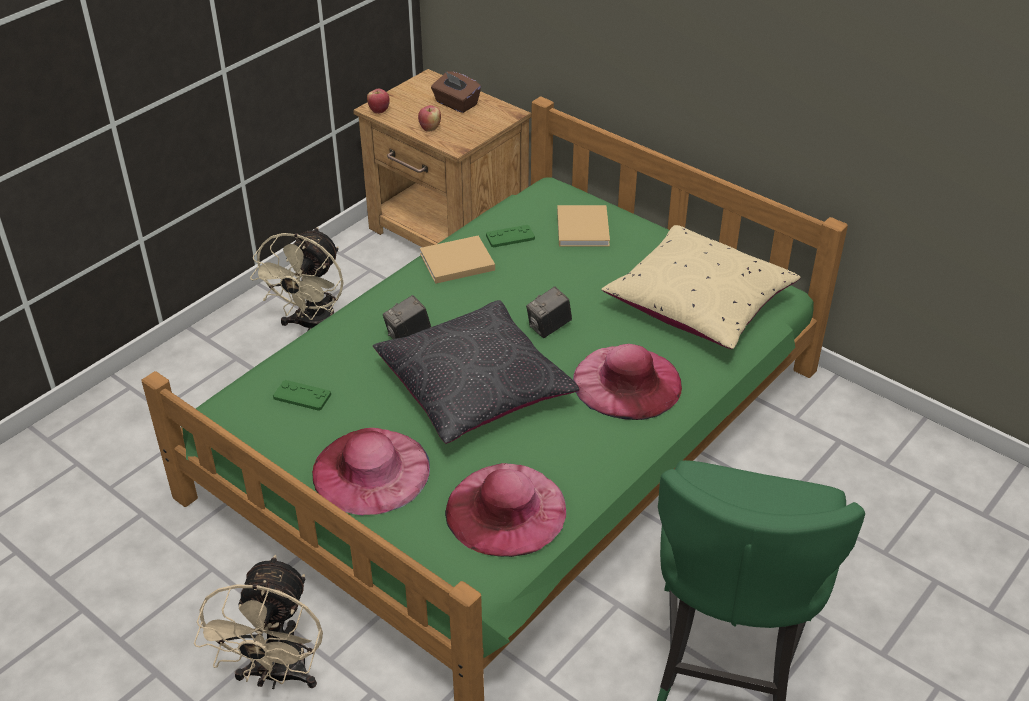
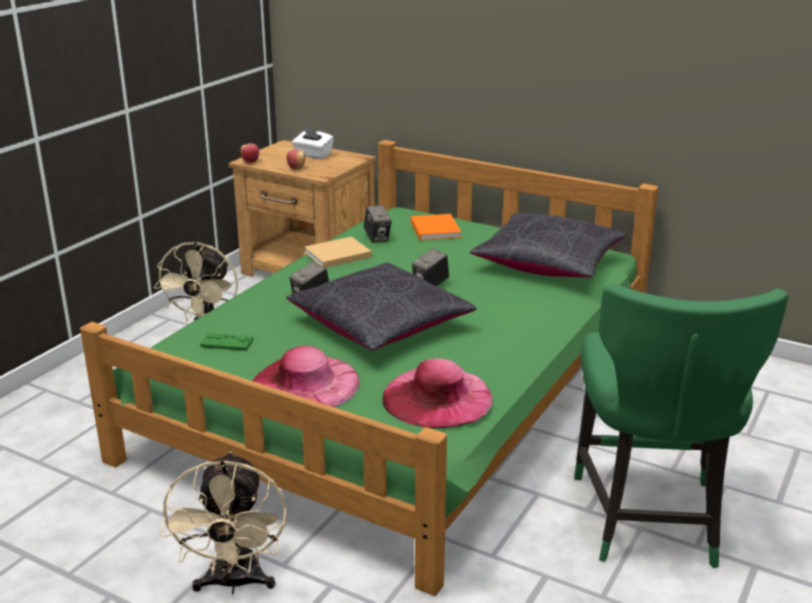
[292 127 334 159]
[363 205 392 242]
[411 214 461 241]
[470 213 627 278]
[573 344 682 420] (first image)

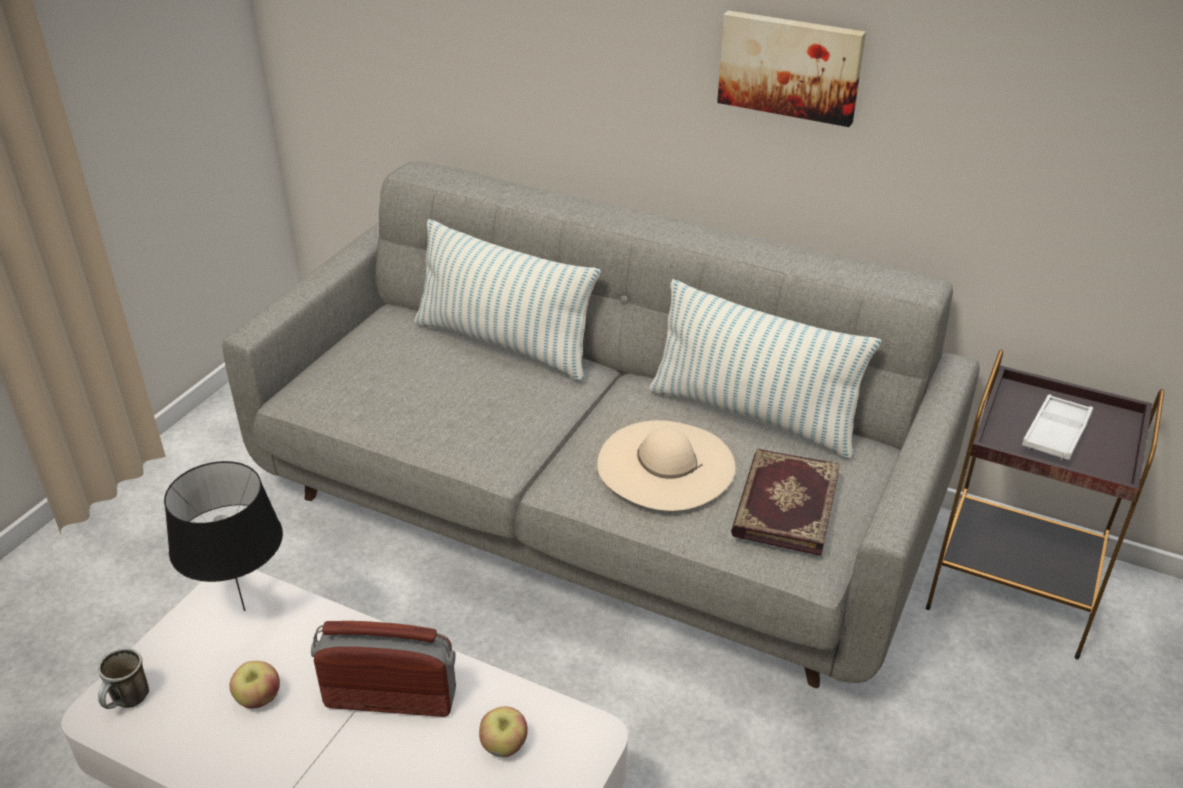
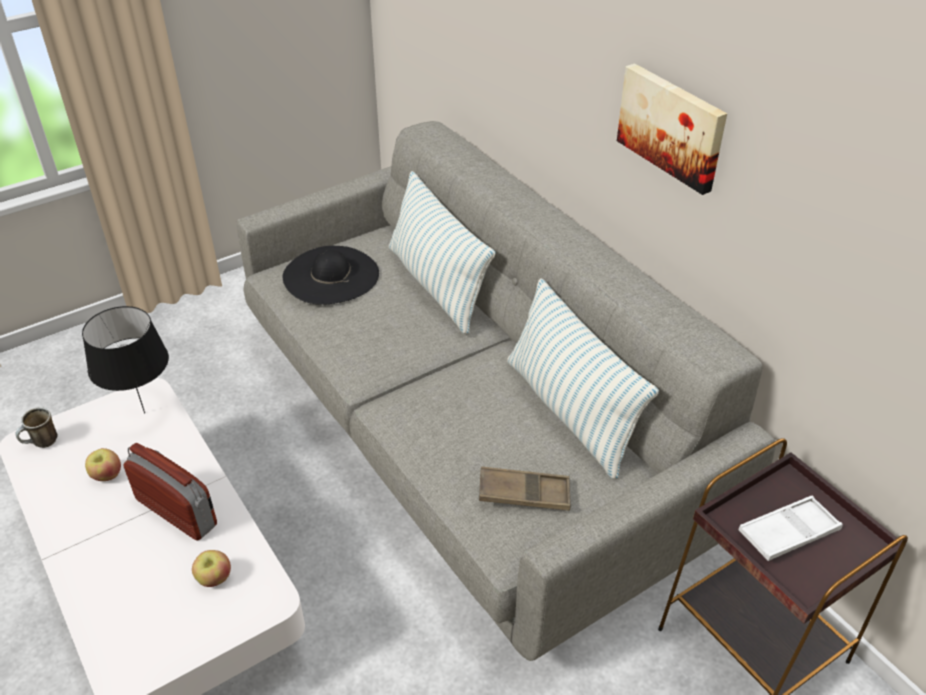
[282 246 379 305]
[479 466 571 511]
[597 420 736 511] (first image)

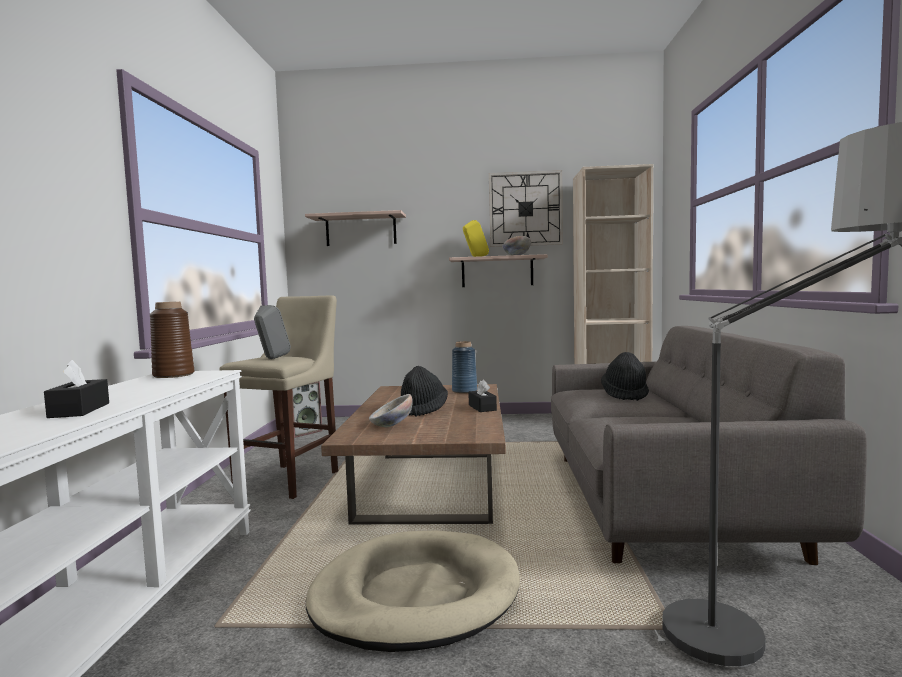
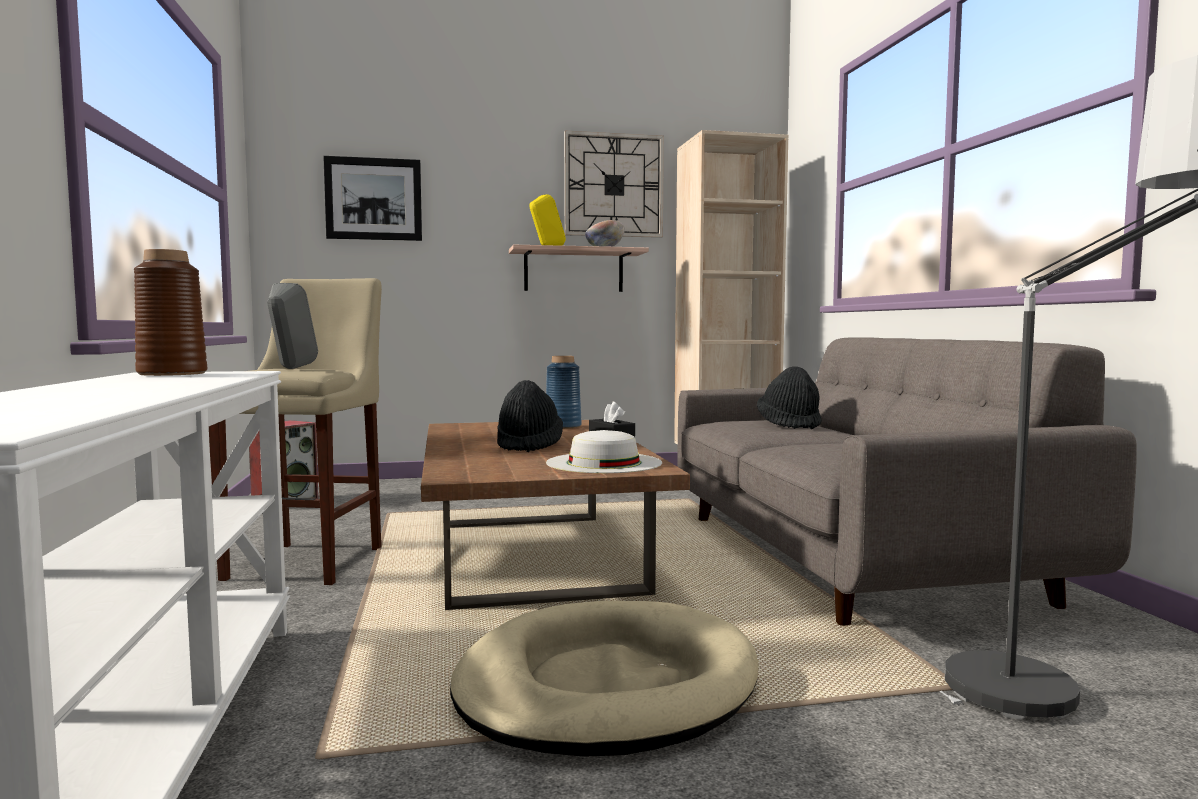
[323 156 422 241]
[546 430 662 473]
[44 360 109 418] (first image)
[369 394 413 427] (first image)

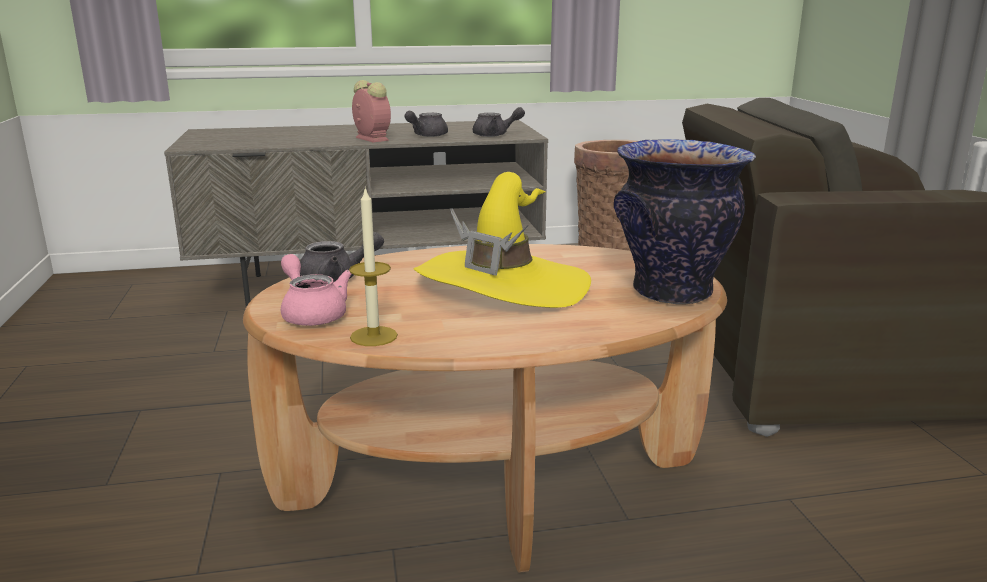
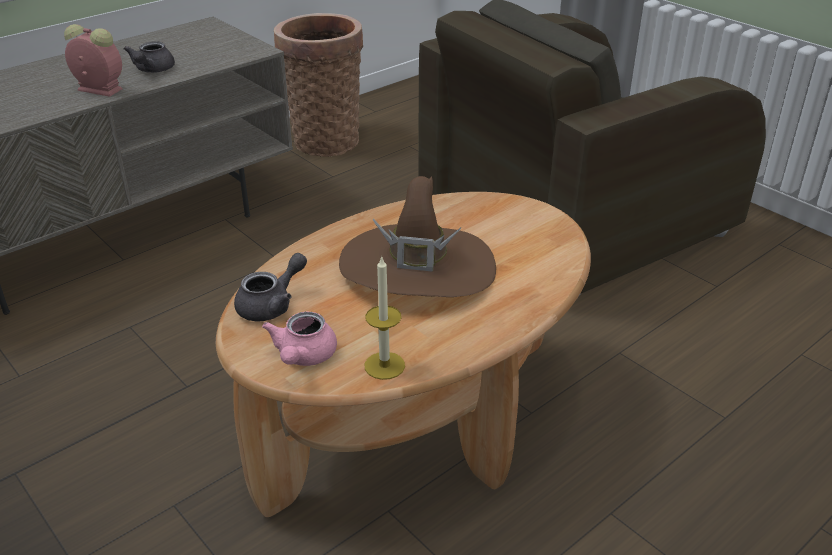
[262 312 337 366]
[339 176 496 297]
[473 107 525 137] (first image)
[614 139 756 304] (first image)

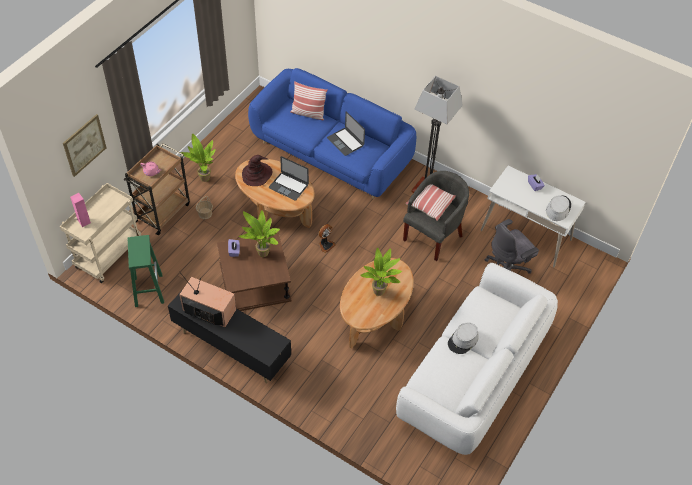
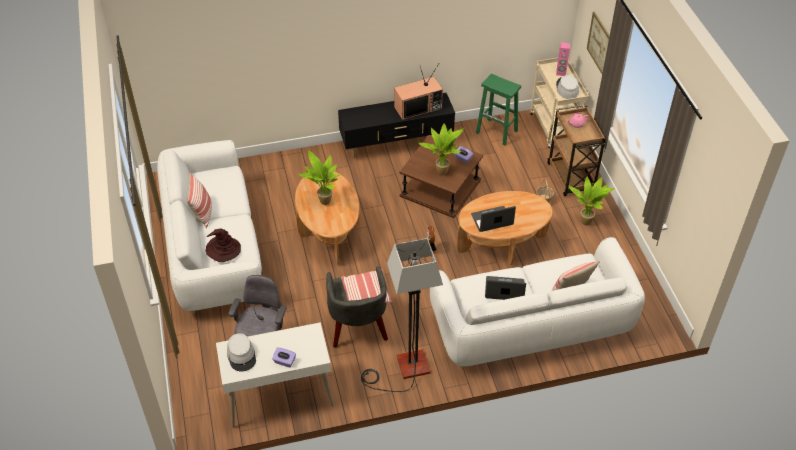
[187 173 212 228]
[206 229 241 262]
[430 237 645 368]
[556 75 579 99]

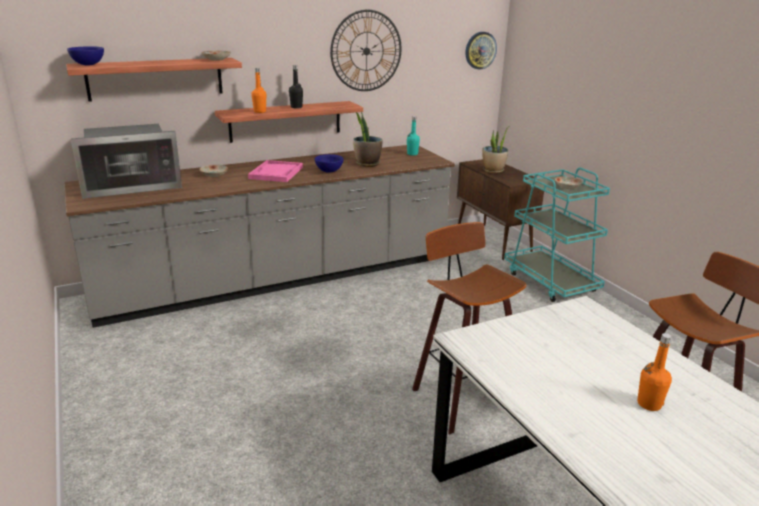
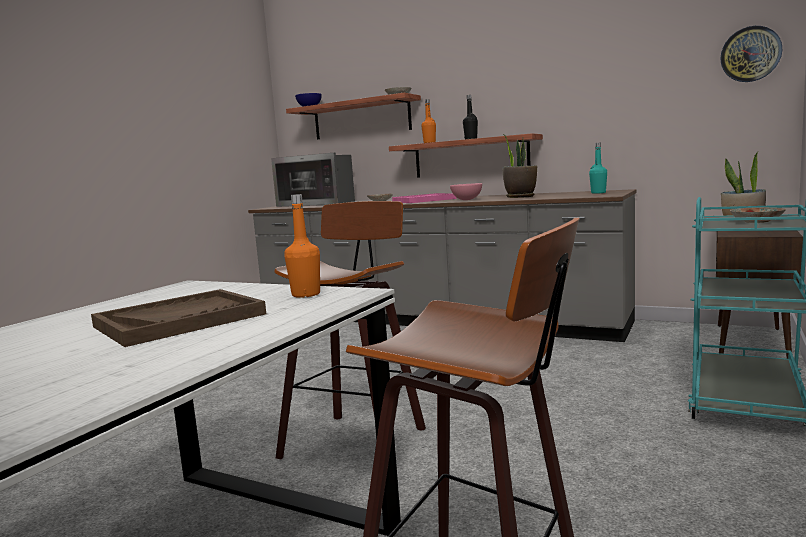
[91 289 266 347]
[284 194 320 298]
[450 183 482 200]
[330 10 402 91] (first image)

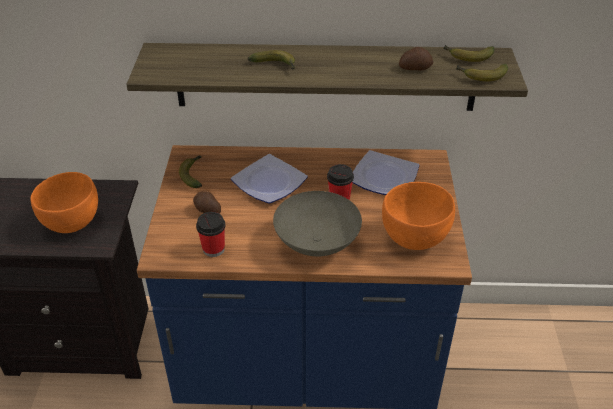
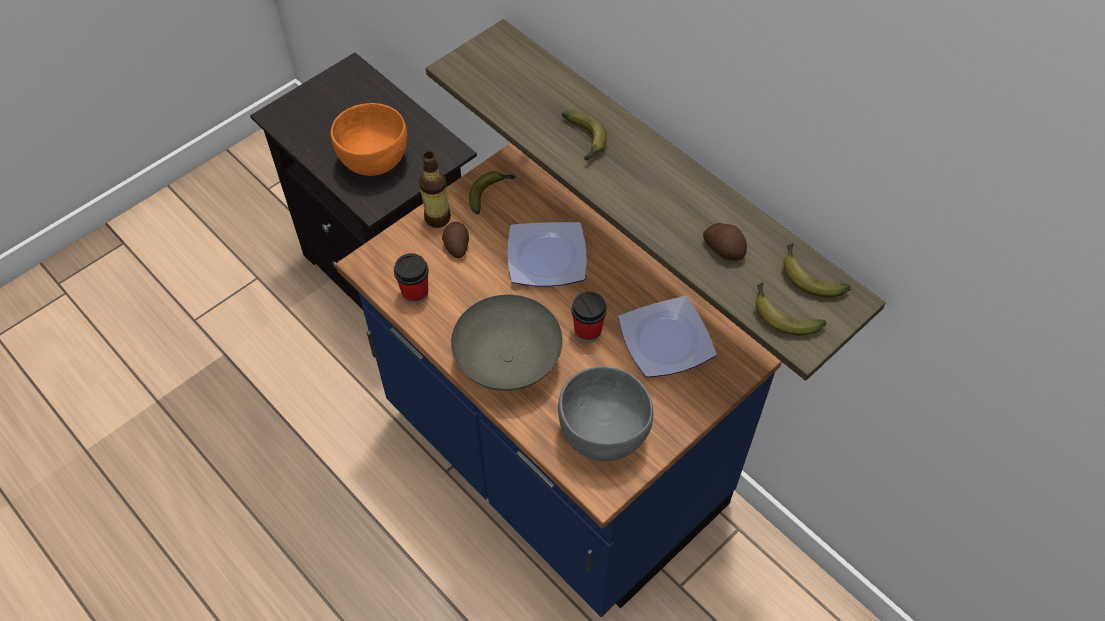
[419 151 451 228]
[558 366 653 461]

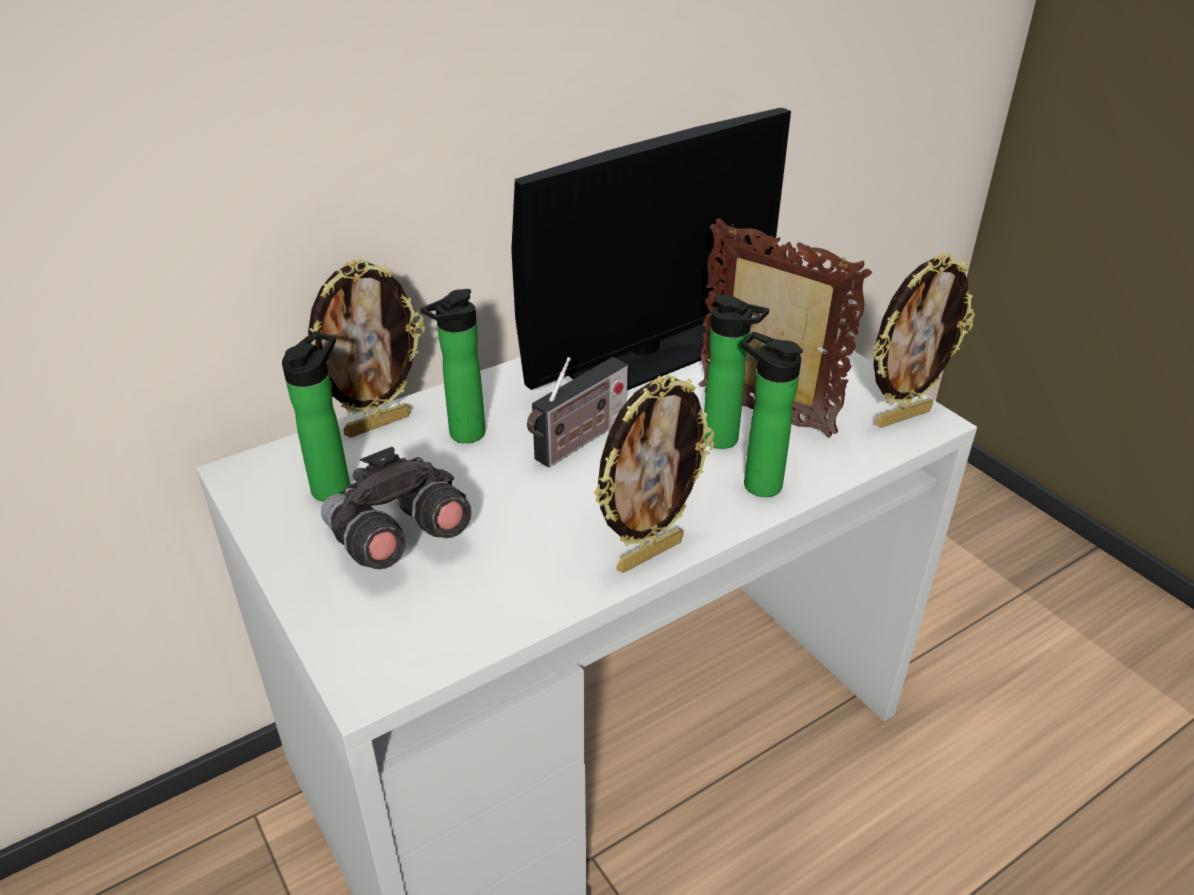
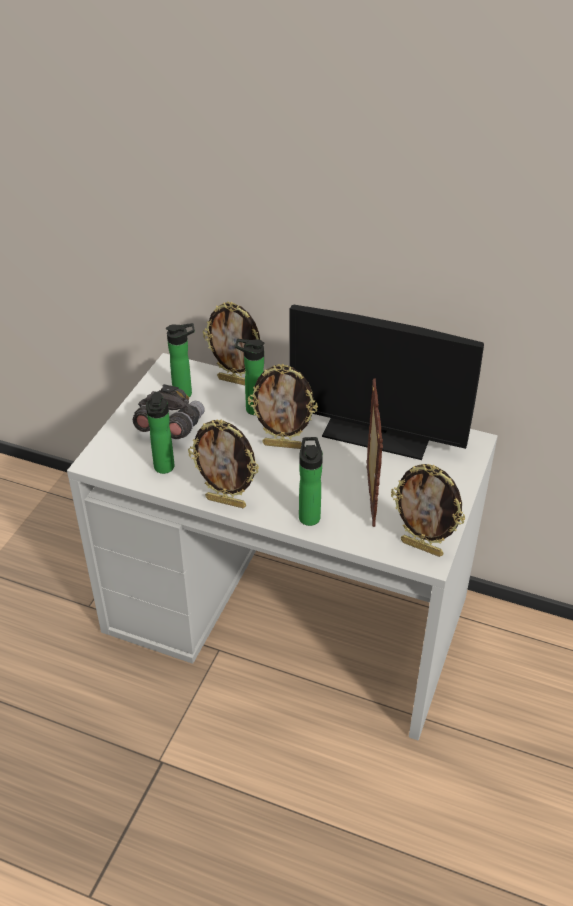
[146 391 174 474]
[248 364 318 449]

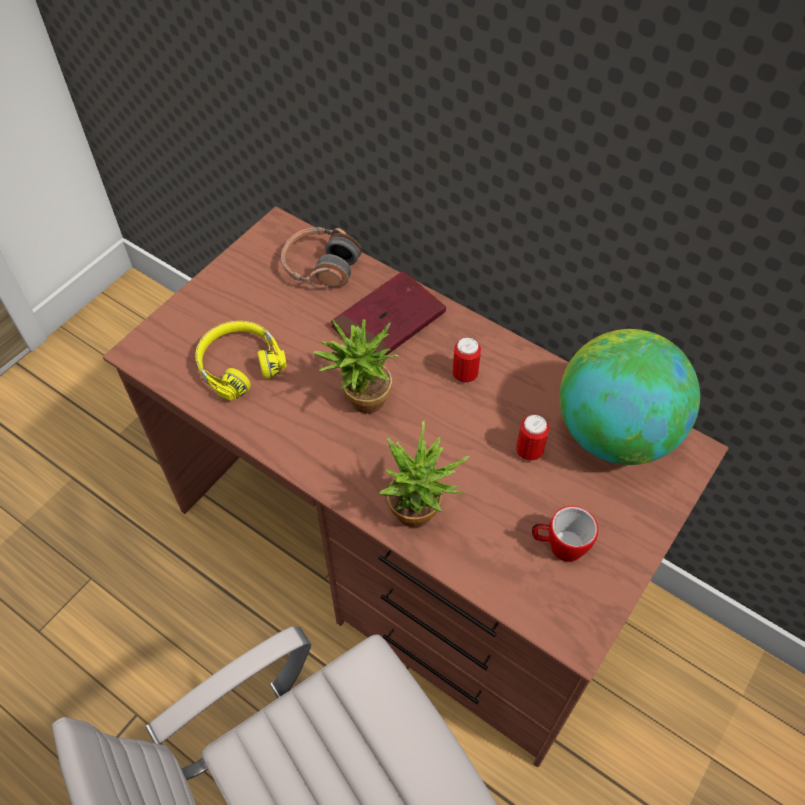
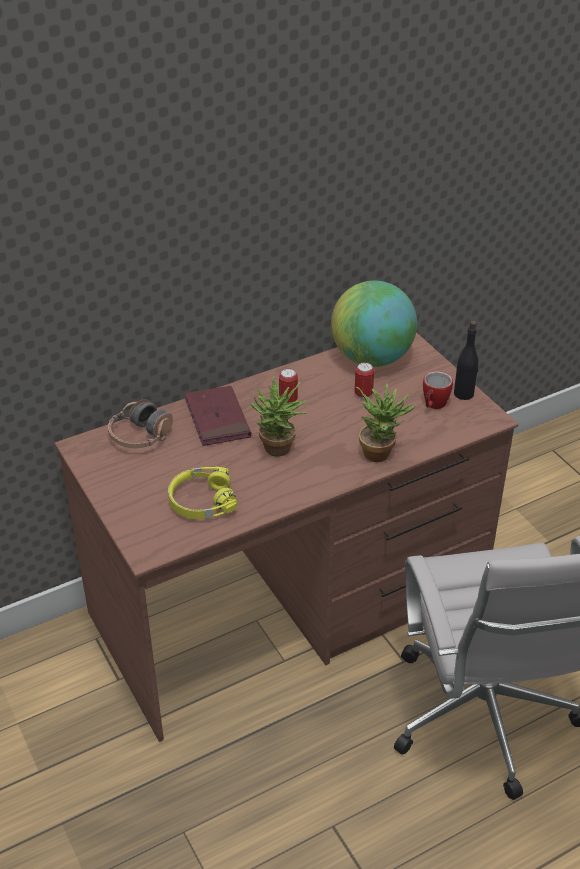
[454 321 478 400]

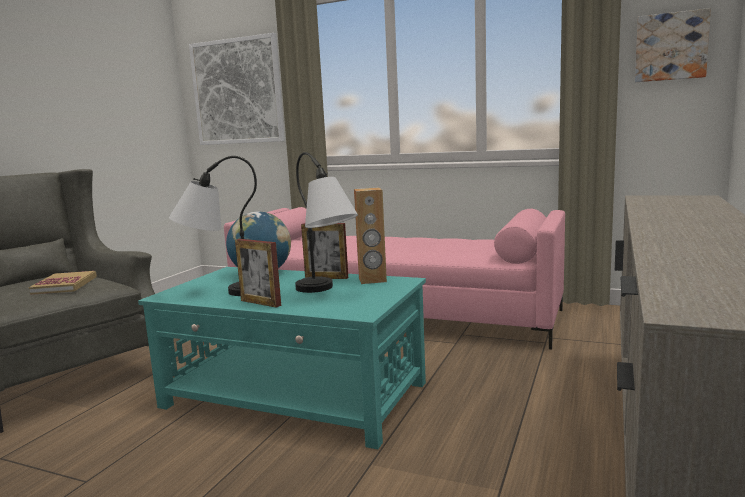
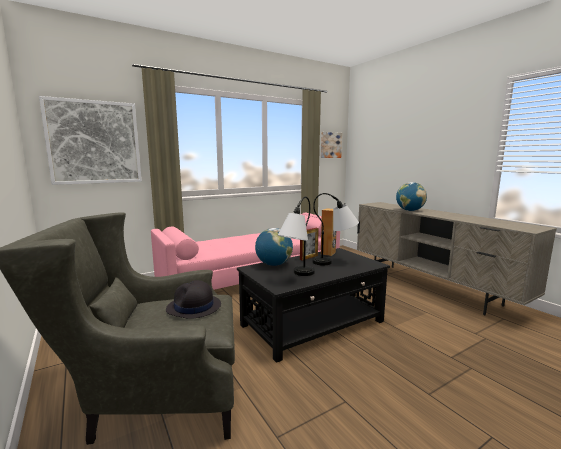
[166 280 221 319]
[237 248 390 363]
[396 182 427 211]
[235 239 281 308] (first image)

